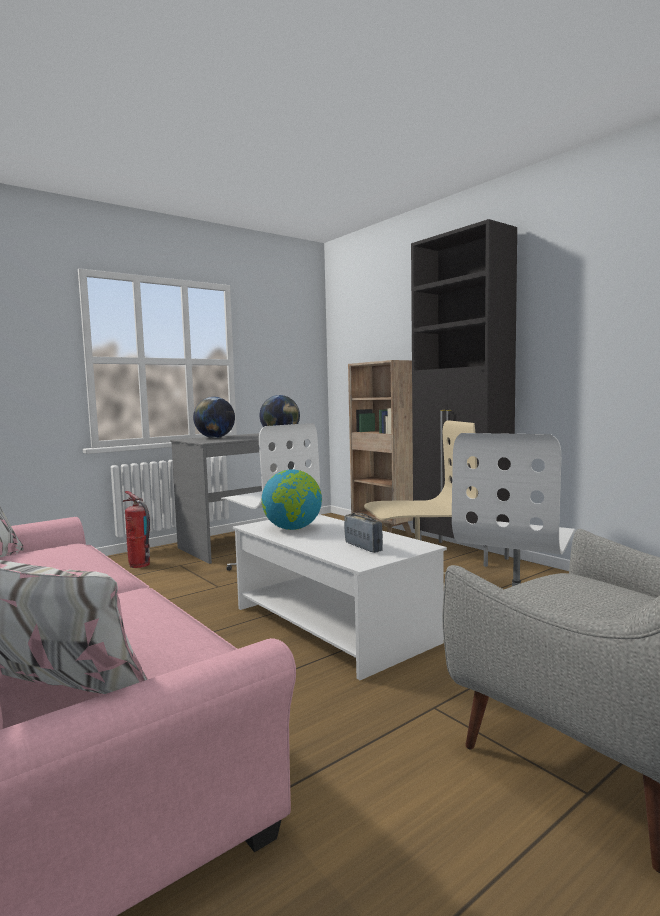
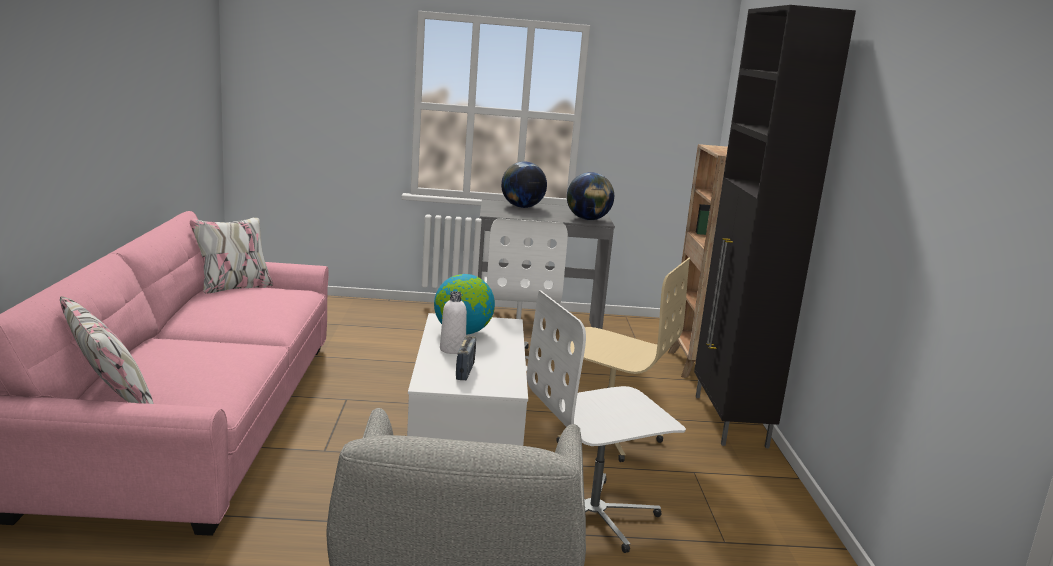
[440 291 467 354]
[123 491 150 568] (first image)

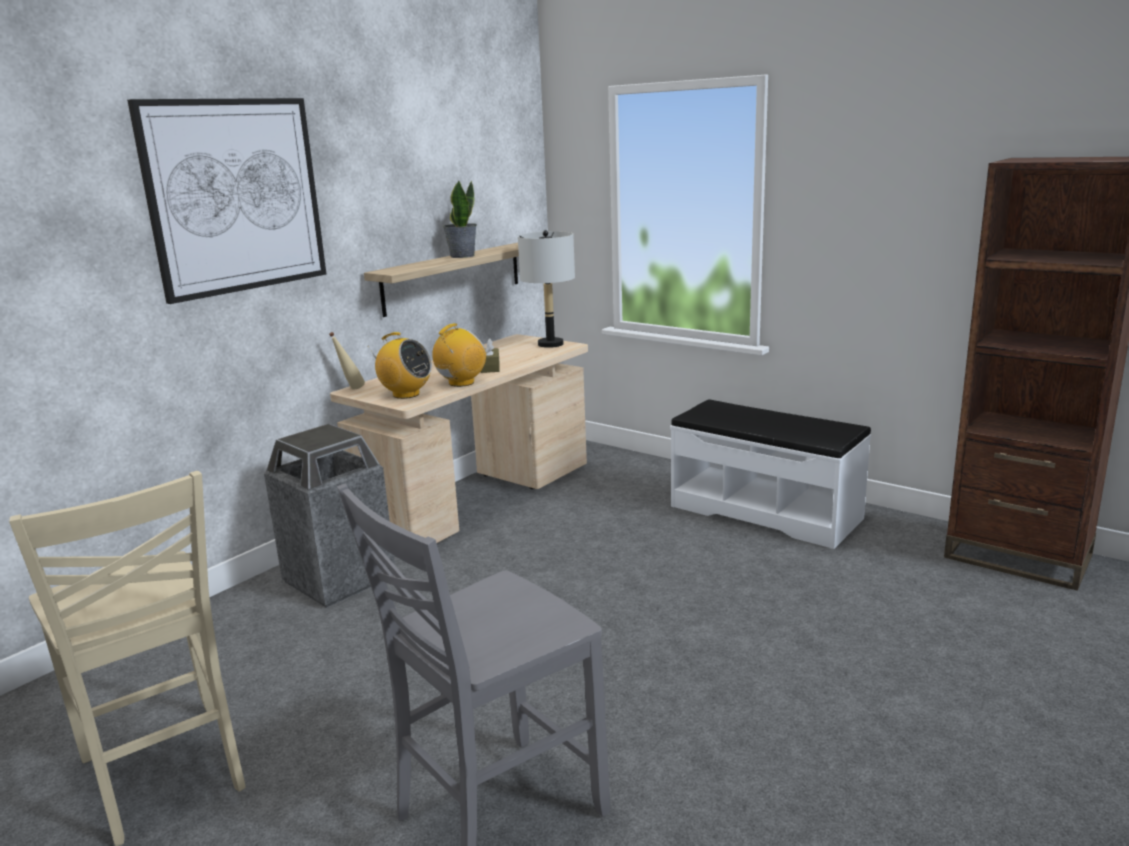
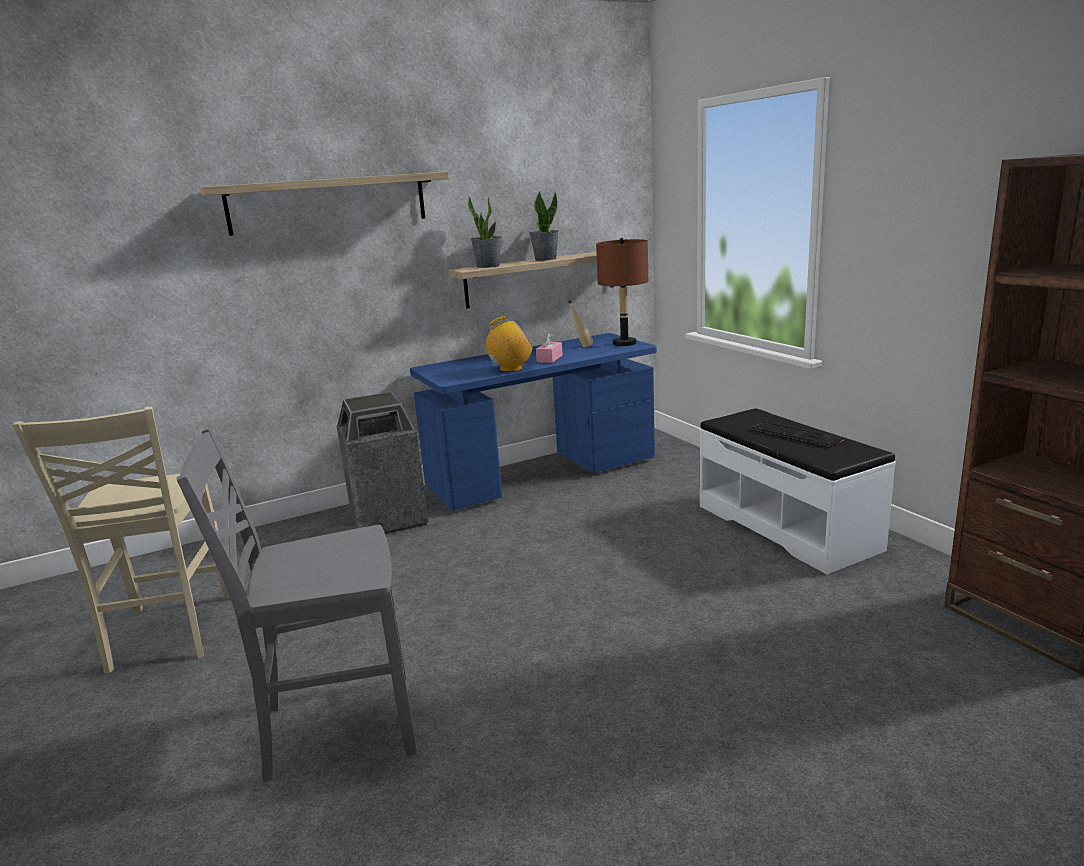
[201 172 449 236]
[410 333 657 510]
[468 197 501 268]
[536 332 563 363]
[568 300 594 347]
[596 238 648 346]
[748 421 844 448]
[367 332 432 399] (first image)

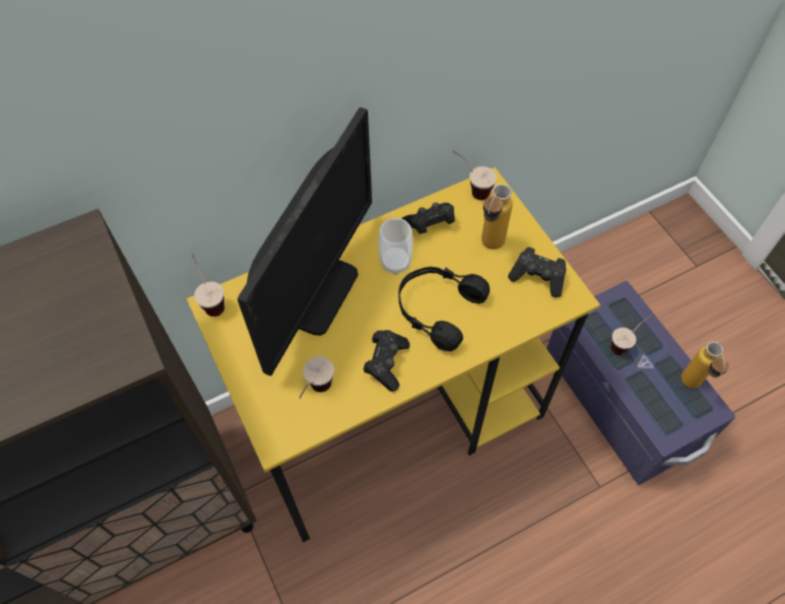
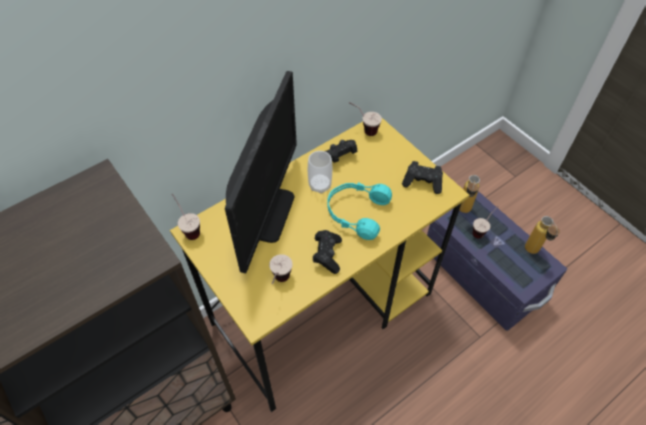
[328 182 392 240]
[459 175 480 213]

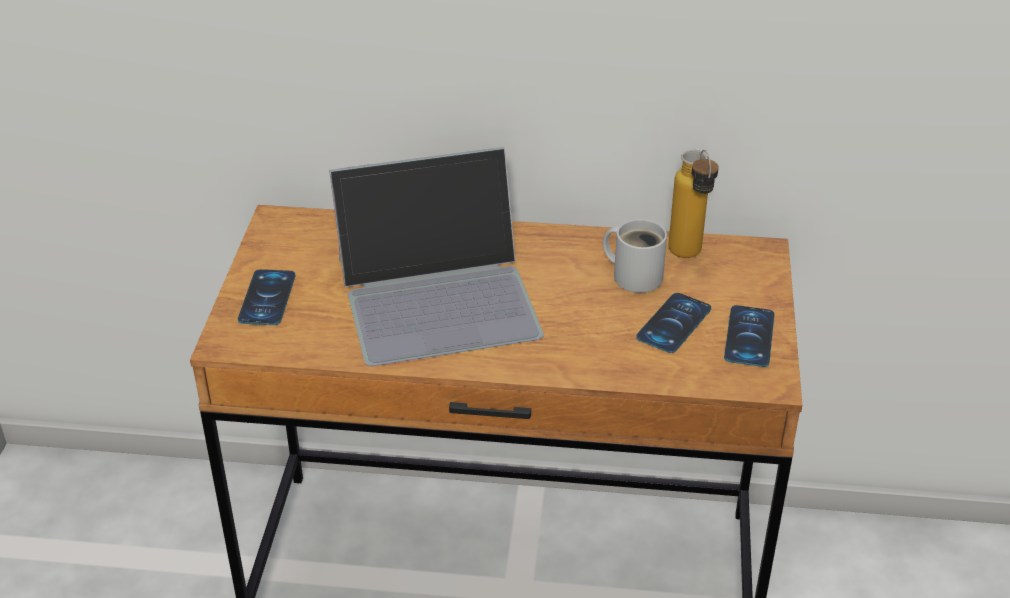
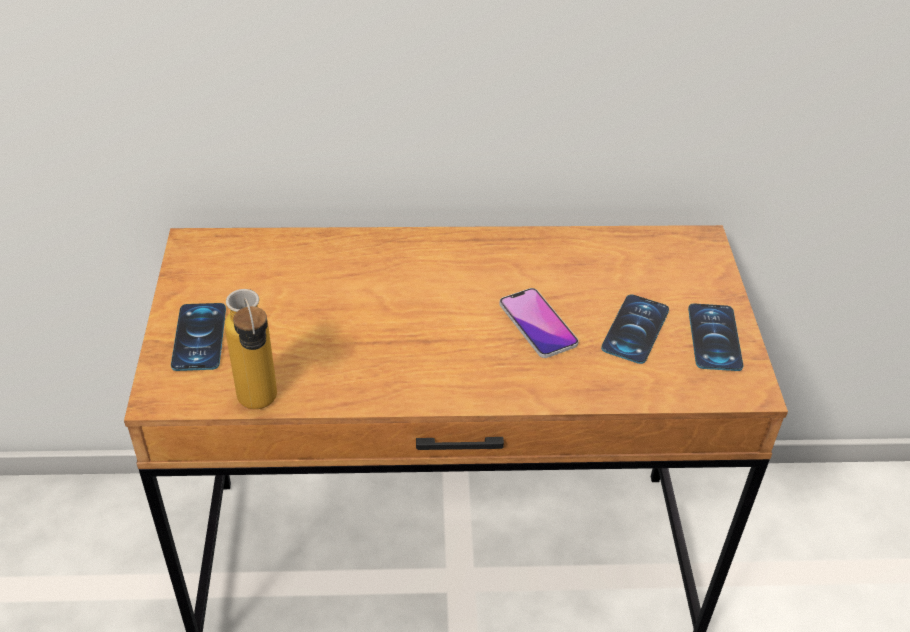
[225 289 277 409]
[499 288 579 358]
[329 147 544 366] (first image)
[603 219 667 293] (first image)

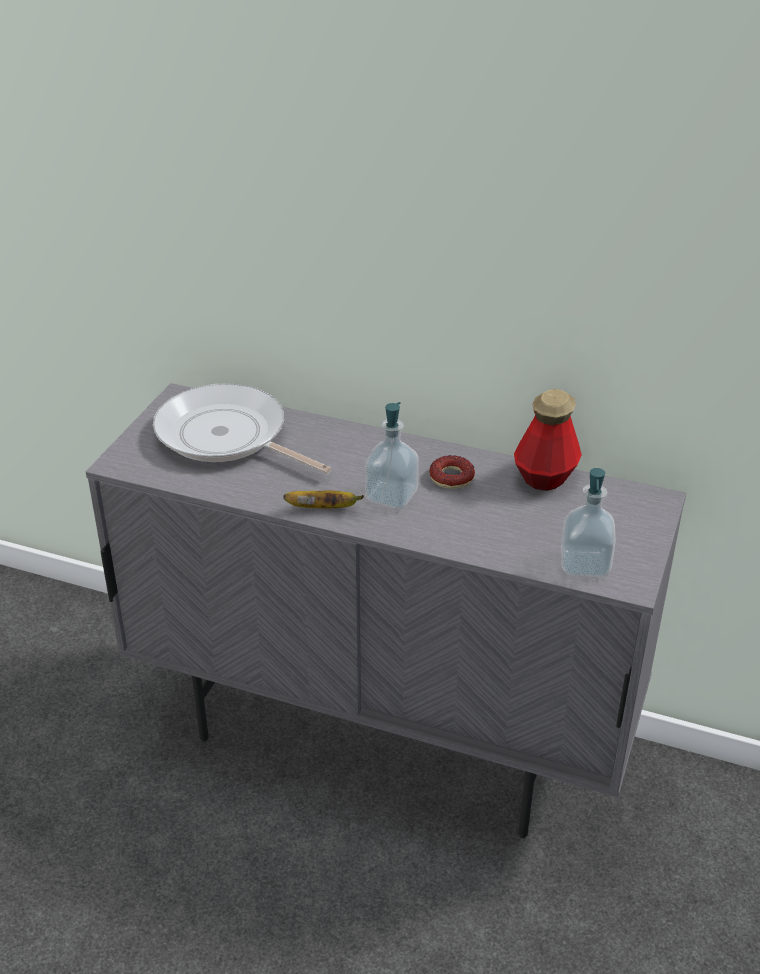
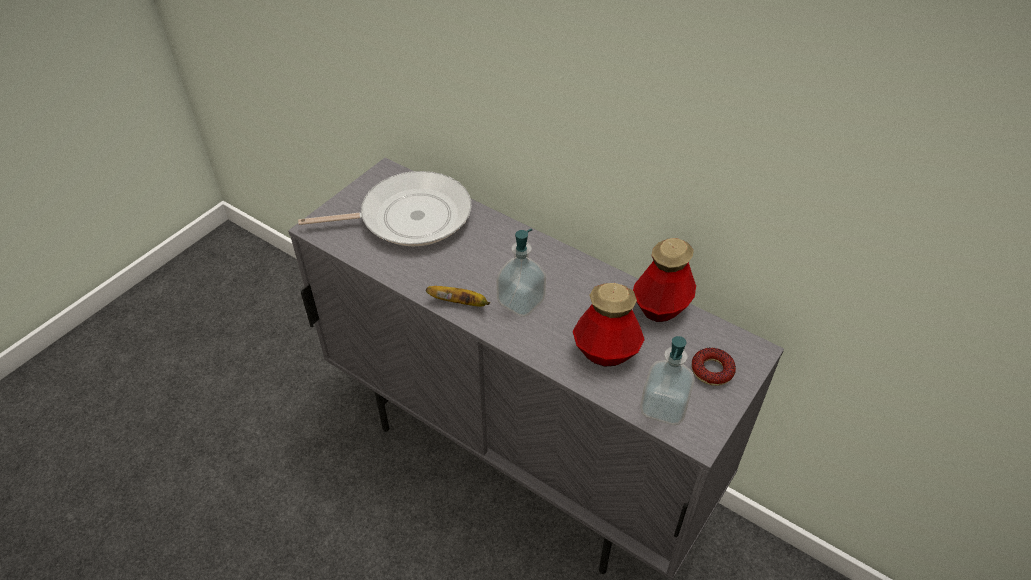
[298 171 472 246]
[573 283 645 367]
[692 348 736 386]

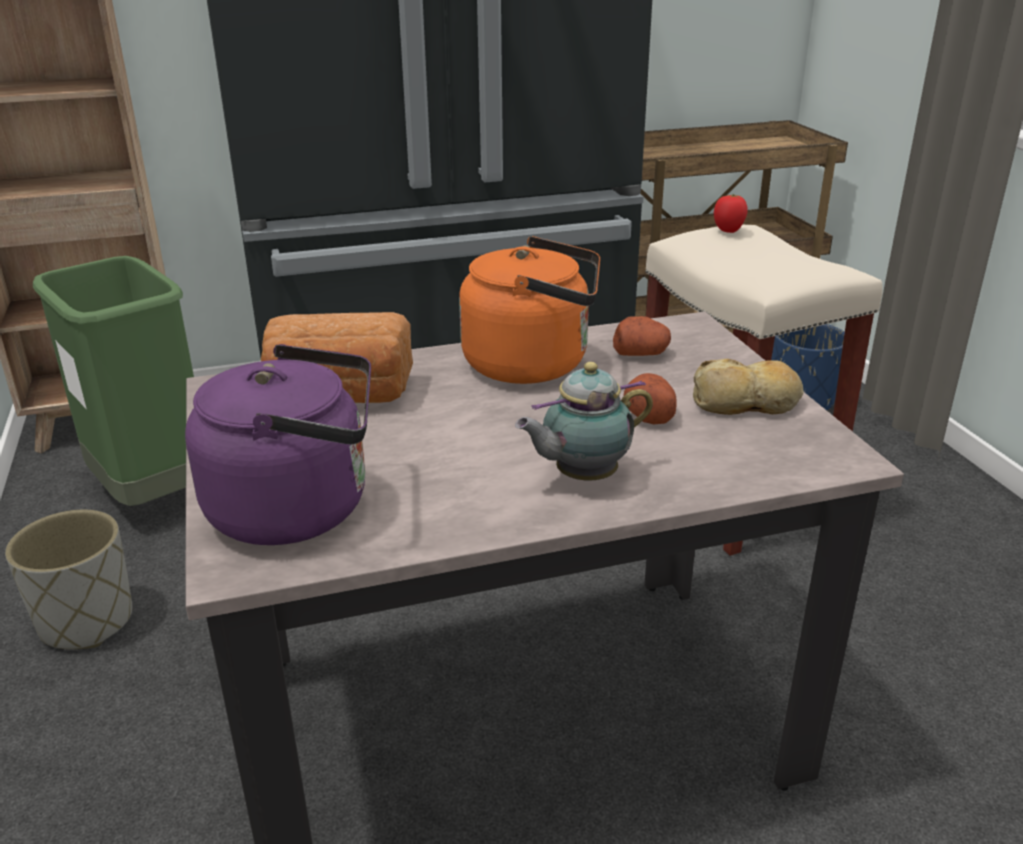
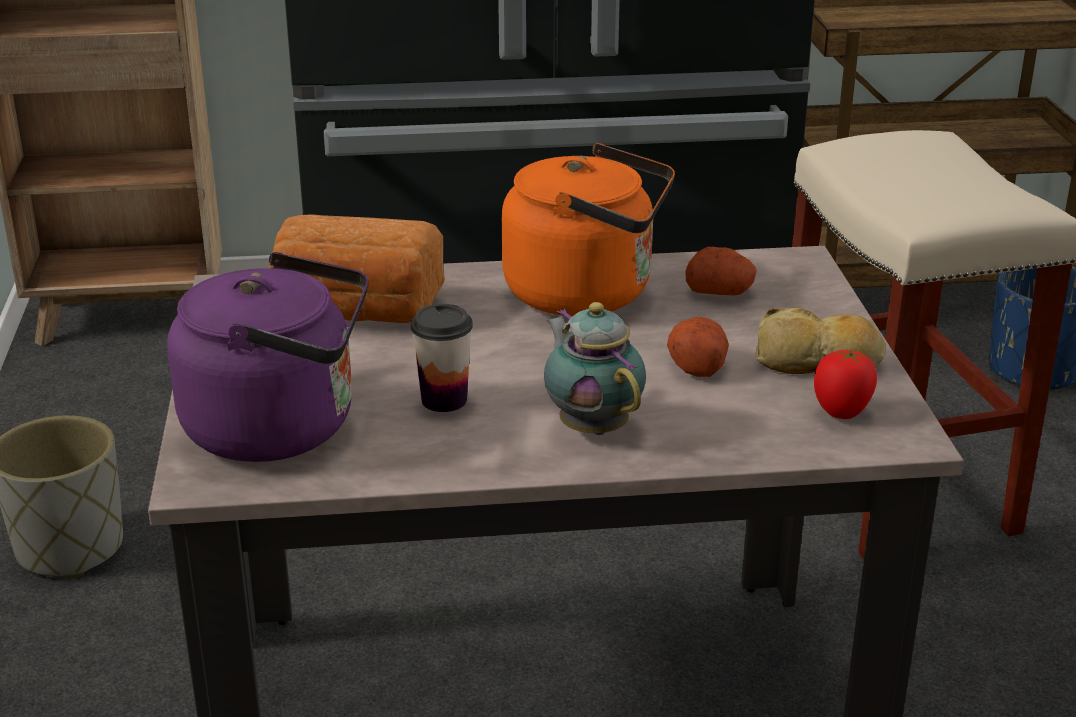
[411 304 473 412]
[544 302 646 435]
[814 349 877 419]
[33 256 194 506] (first image)

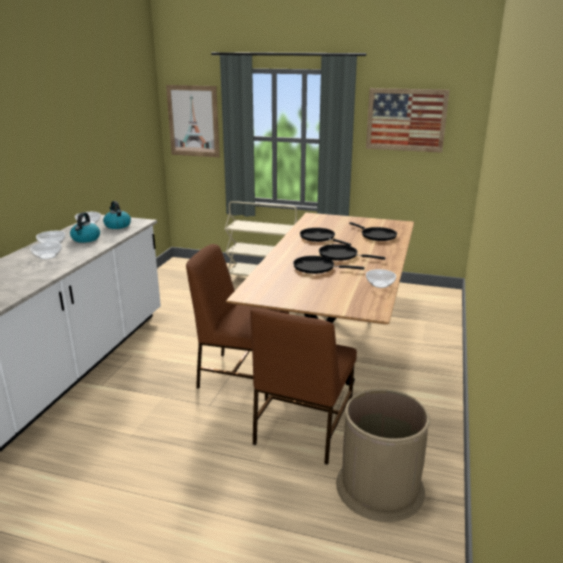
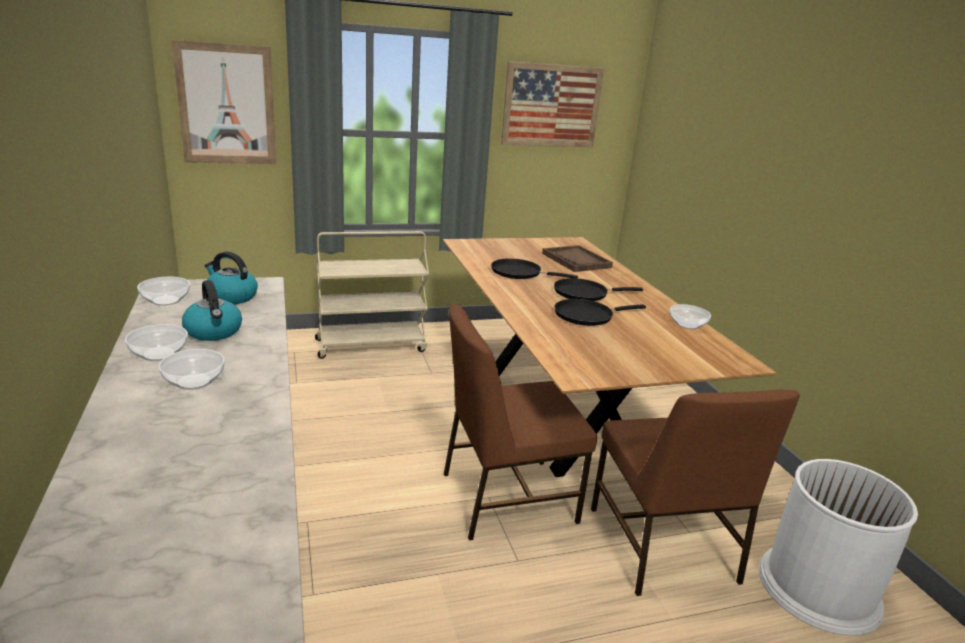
[542 245 613 272]
[759 459 918 636]

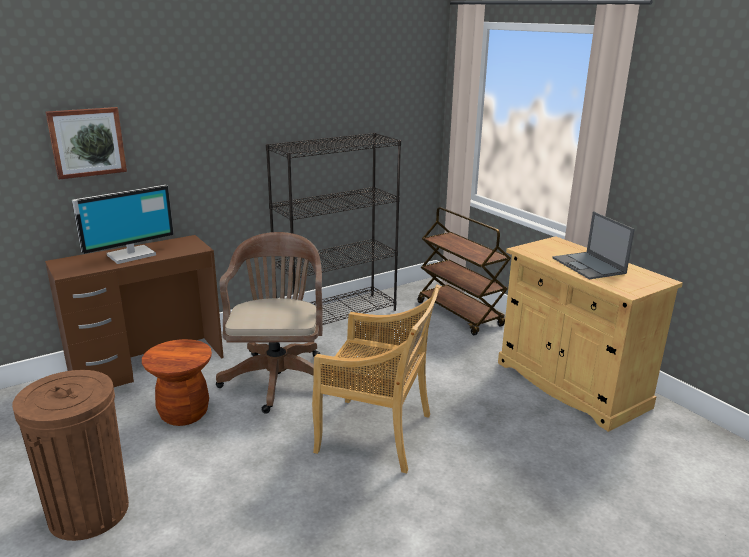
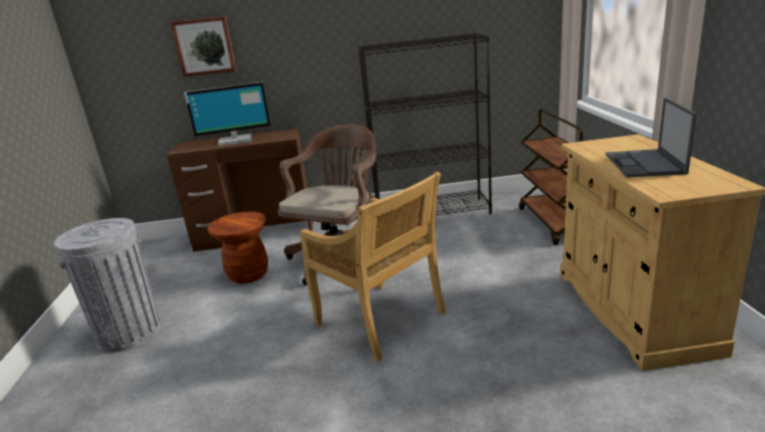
[54 218 161 352]

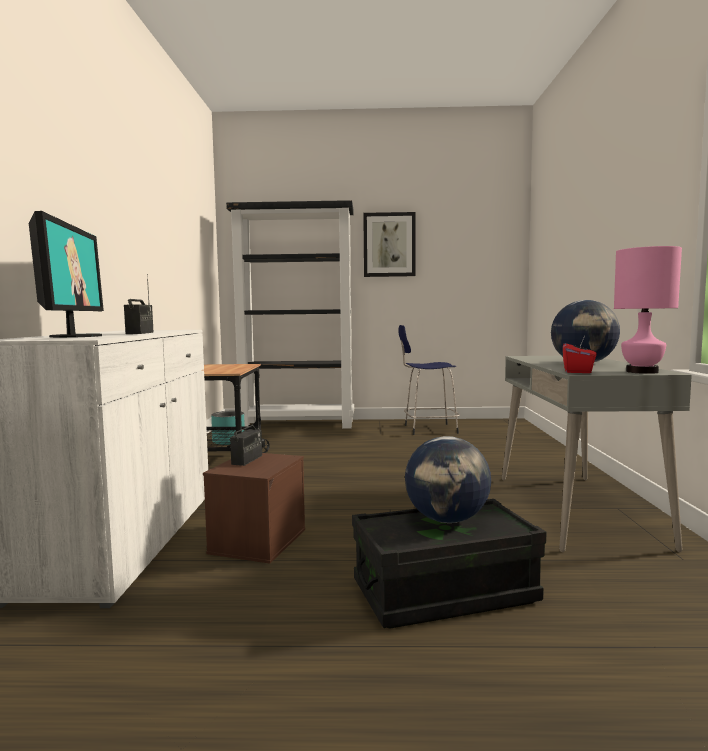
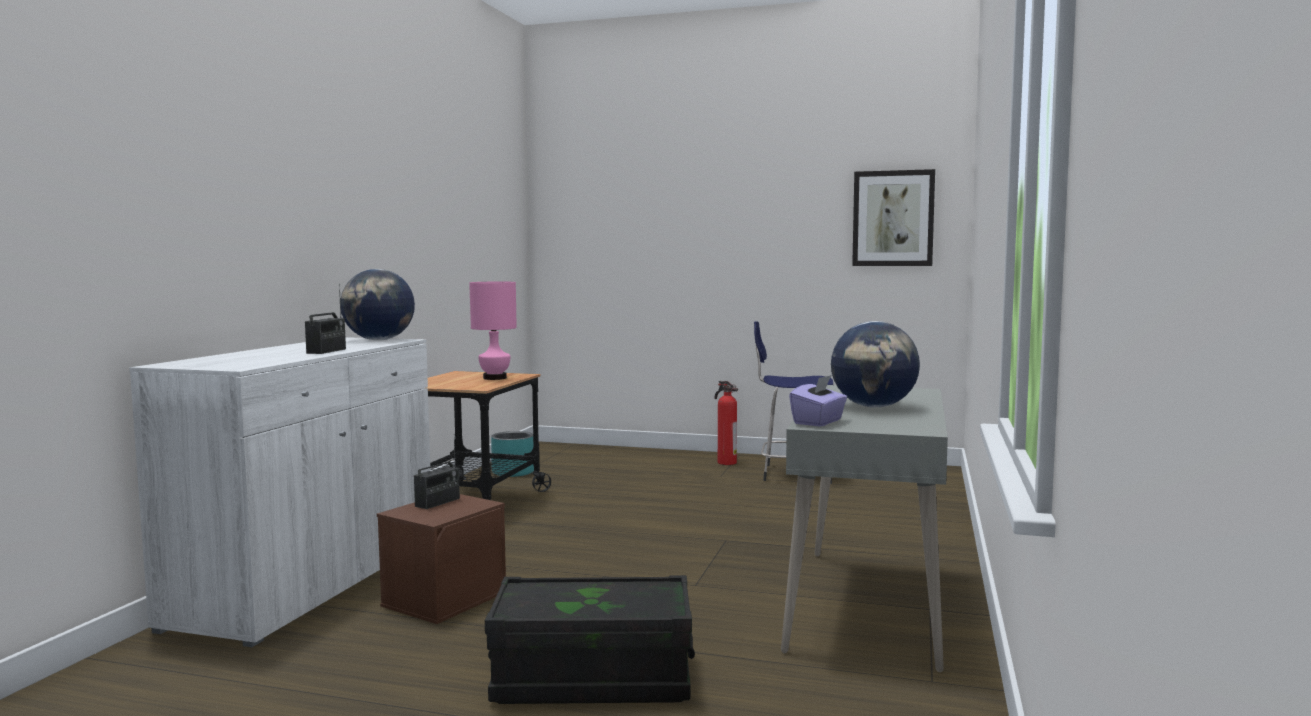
[340 269 415 340]
[469 282 517 380]
[714 381 738 465]
[789 375 847 427]
[852 169 935 266]
[29 211 104 338] (first image)
[226 200 354 429] (first image)

